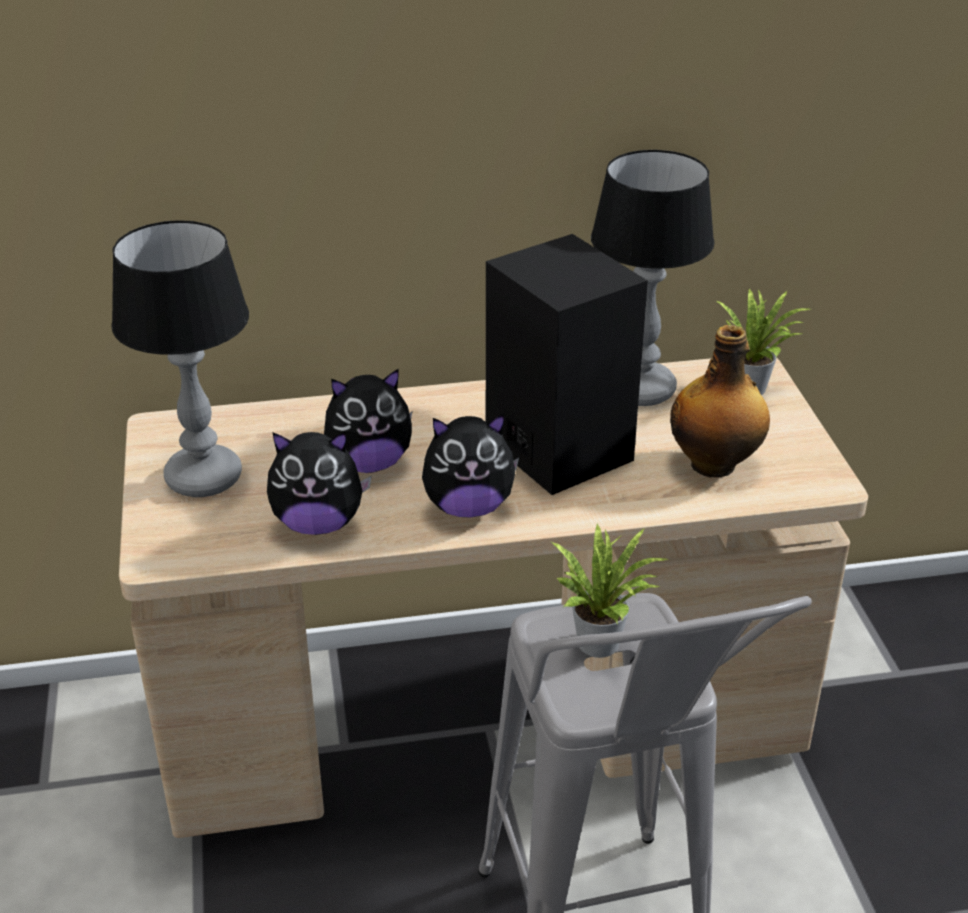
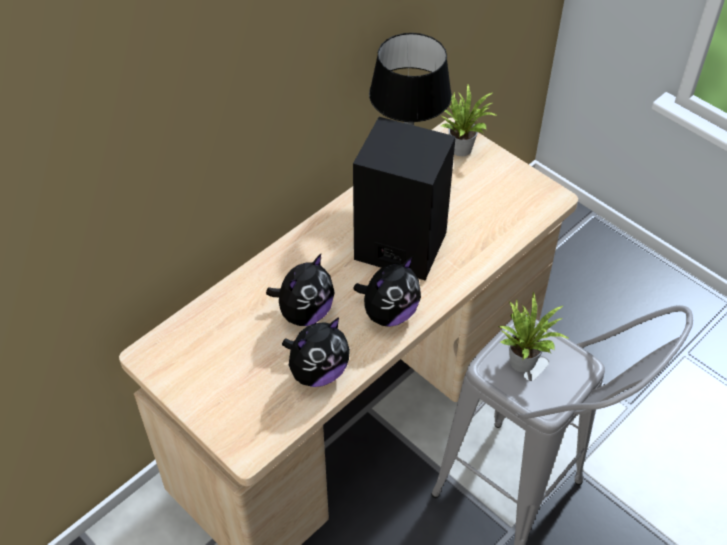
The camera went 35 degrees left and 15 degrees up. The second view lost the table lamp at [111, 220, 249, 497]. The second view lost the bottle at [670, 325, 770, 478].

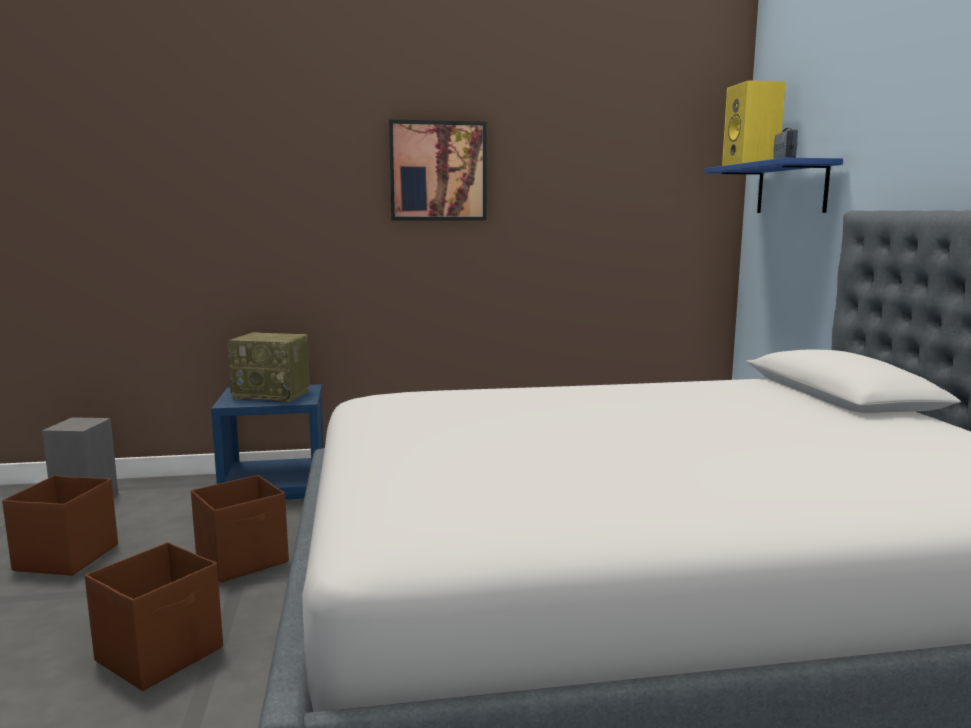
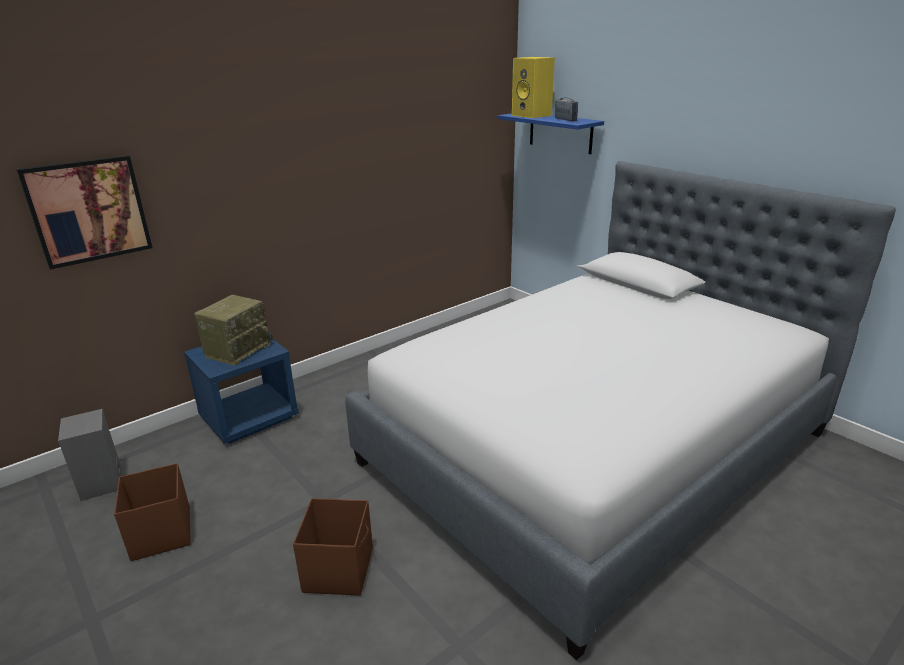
The camera went 30 degrees left and 15 degrees up. The second view lost the brown storage box at [191, 475, 289, 583]. The radio at [227, 332, 310, 402] ended up facing another way, 45 degrees counterclockwise from before. The picture ended up elsewhere, having gone from [389, 119, 487, 220] to [16, 155, 153, 270].

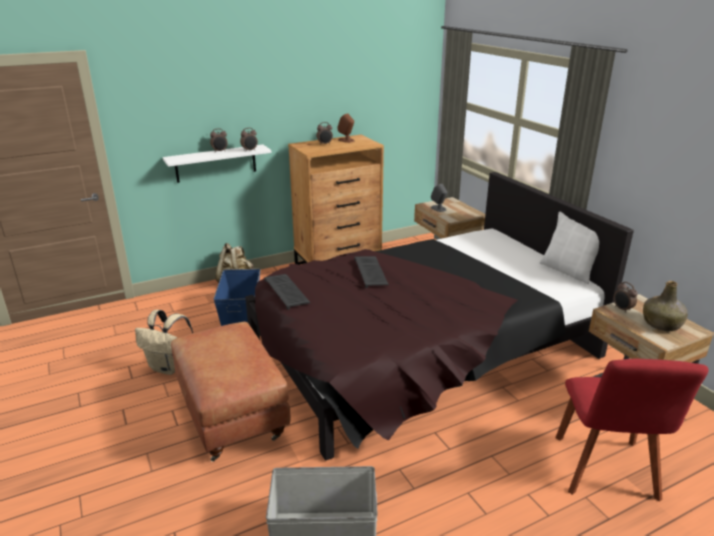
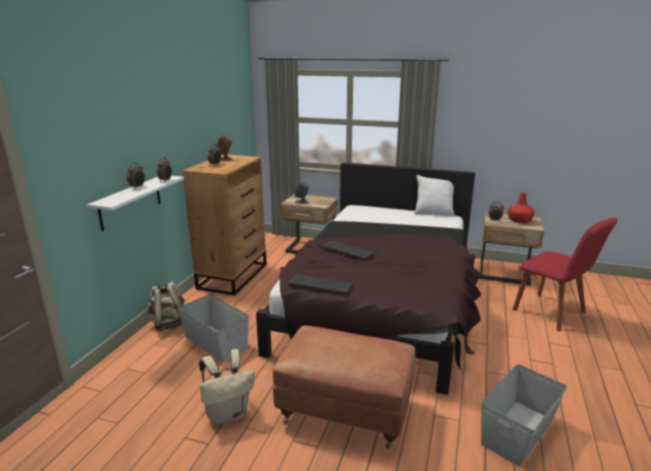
The camera went 45 degrees left and 5 degrees down. What was the blue storage box at [213, 269, 260, 326] turned into the grey storage box at [177, 294, 249, 362]. What was the green bottle at [643, 281, 688, 331] turned into the red bottle at [508, 192, 534, 223].

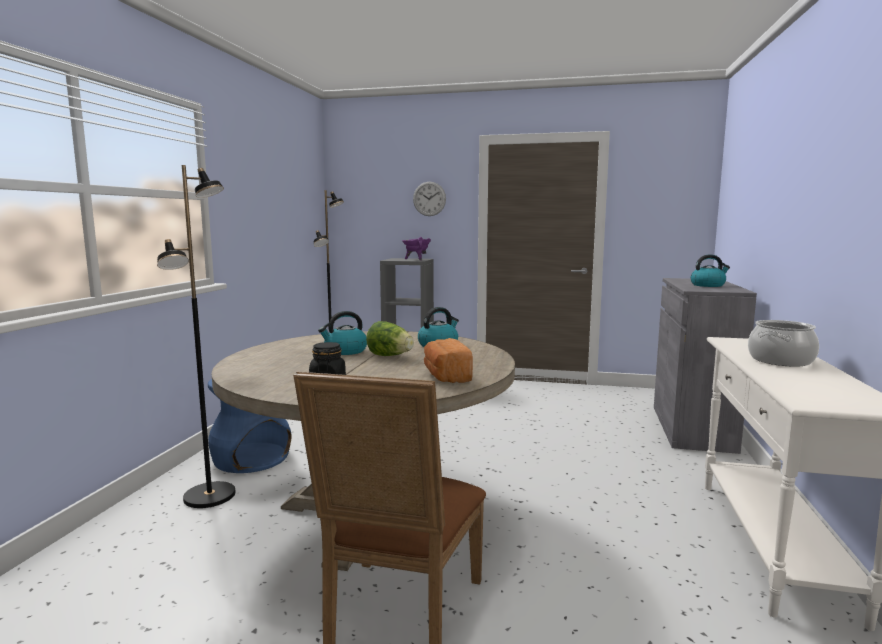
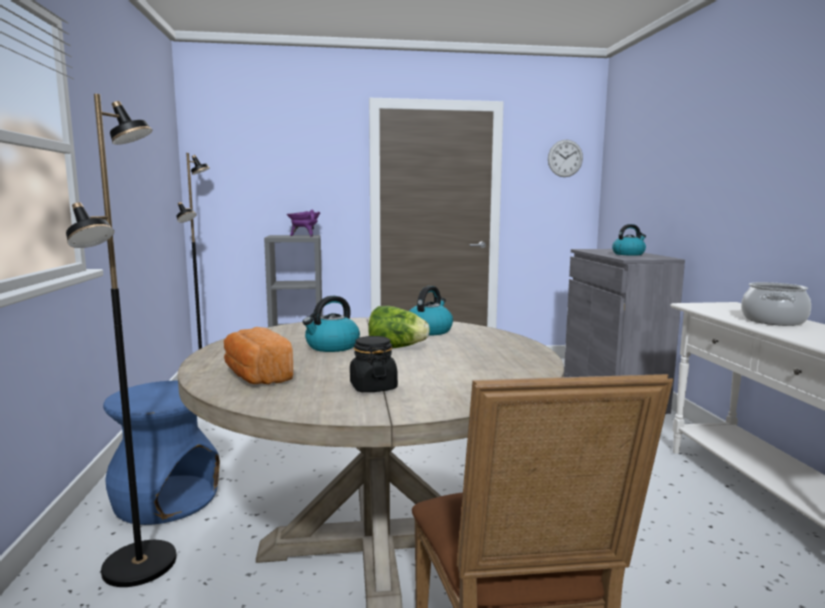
The camera went 20 degrees left and 0 degrees up. The wall clock ended up elsewhere, having gone from [413, 182, 446, 216] to [548, 140, 583, 177]. The bread ended up elsewhere, having gone from [424, 338, 473, 383] to [224, 327, 293, 384].

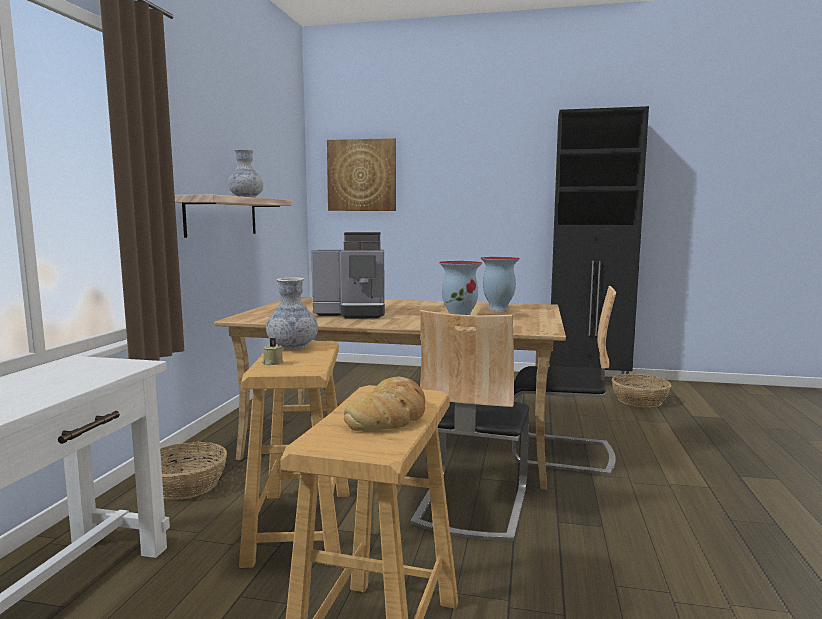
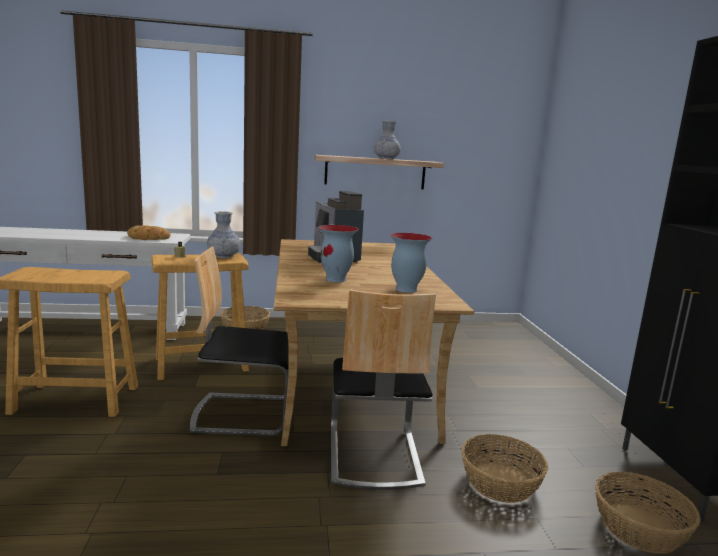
The camera went 70 degrees right and 5 degrees up. The second view lost the picture at [327, 138, 396, 211]. The bread ended up elsewhere, having gone from [344, 377, 425, 431] to [127, 225, 171, 240]. The second view gained the basket at [461, 434, 548, 503].

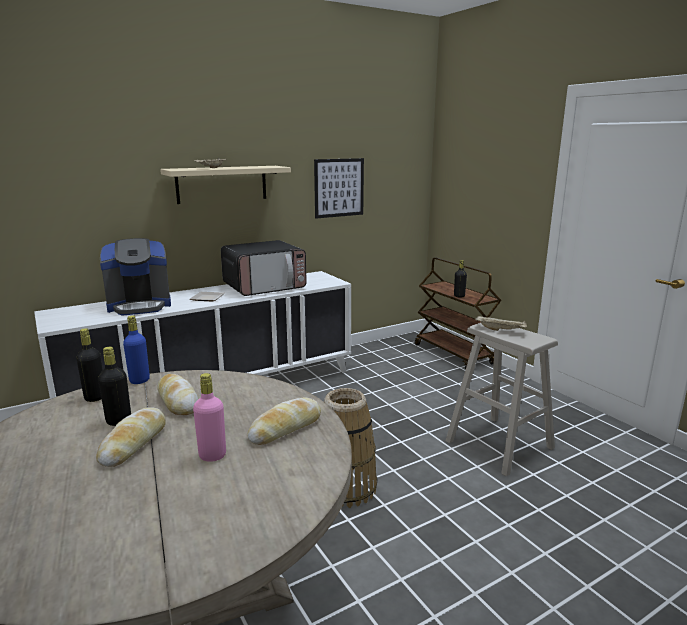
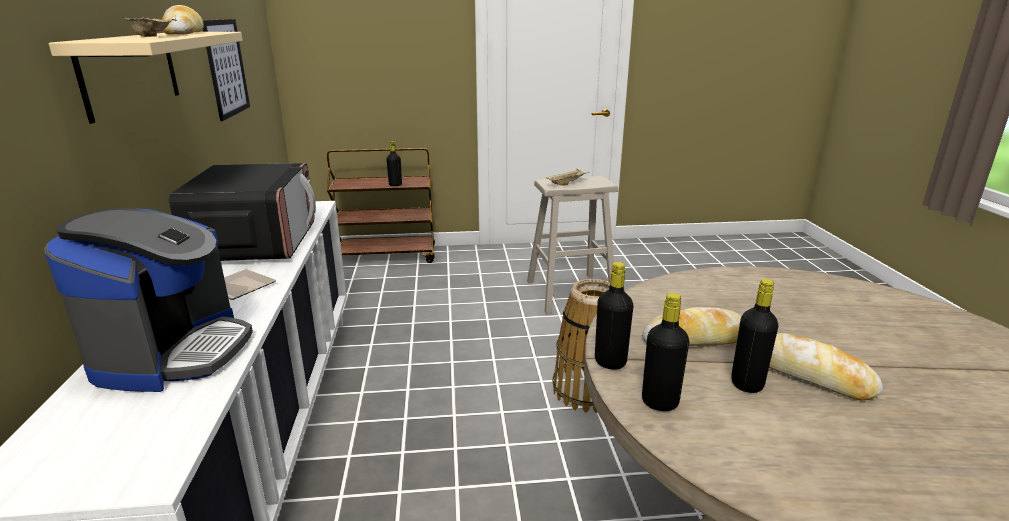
The camera went 65 degrees left and 5 degrees up. What was the blue bottle at [123, 315, 150, 384] turned into the black bottle at [595, 262, 633, 369]. The second view lost the pink bottle at [193, 373, 226, 462]. The bread ended up elsewhere, having gone from [247, 397, 321, 445] to [162, 5, 204, 35].

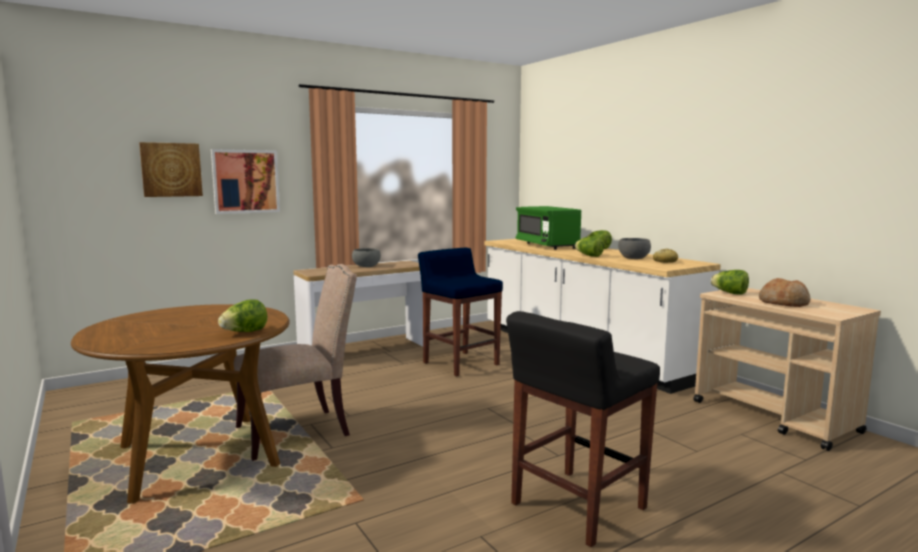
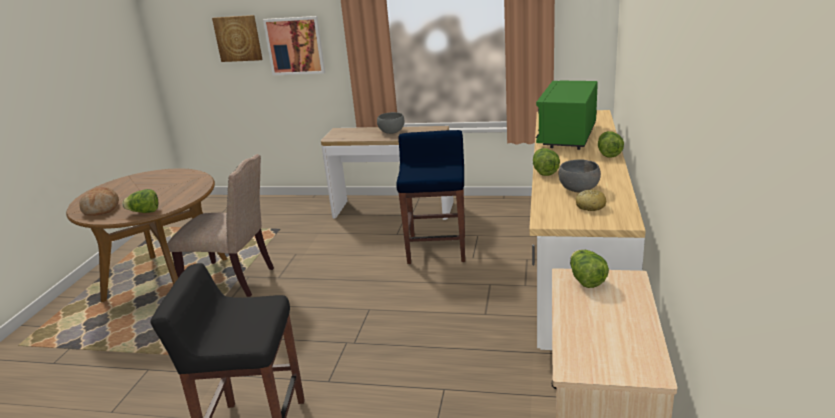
The camera went 45 degrees right and 15 degrees up. The bread ended up elsewhere, having gone from [759, 278, 811, 307] to [79, 187, 119, 216].

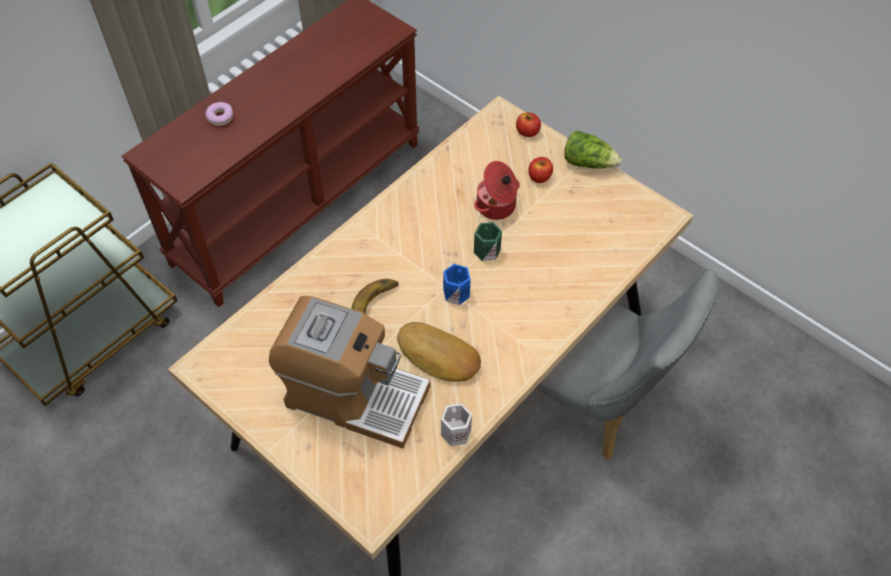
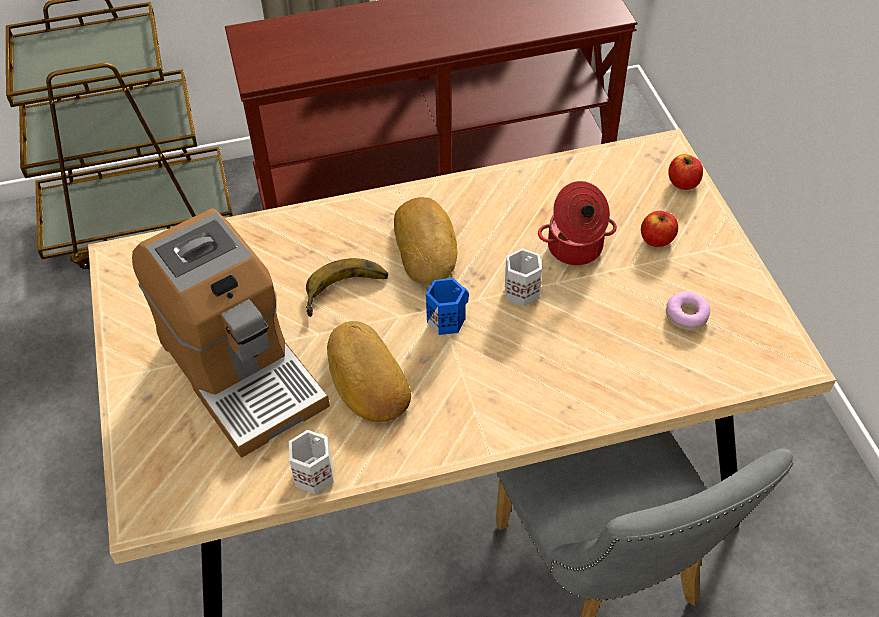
The camera went 35 degrees right and 5 degrees down. The donut ended up elsewhere, having gone from [205, 102, 233, 126] to [666, 291, 710, 331]. What was the green mug at [474, 222, 502, 261] turned into the white mug at [505, 248, 542, 306]. The second view lost the lettuce at [564, 130, 622, 169]. The second view gained the bread at [394, 197, 457, 286].

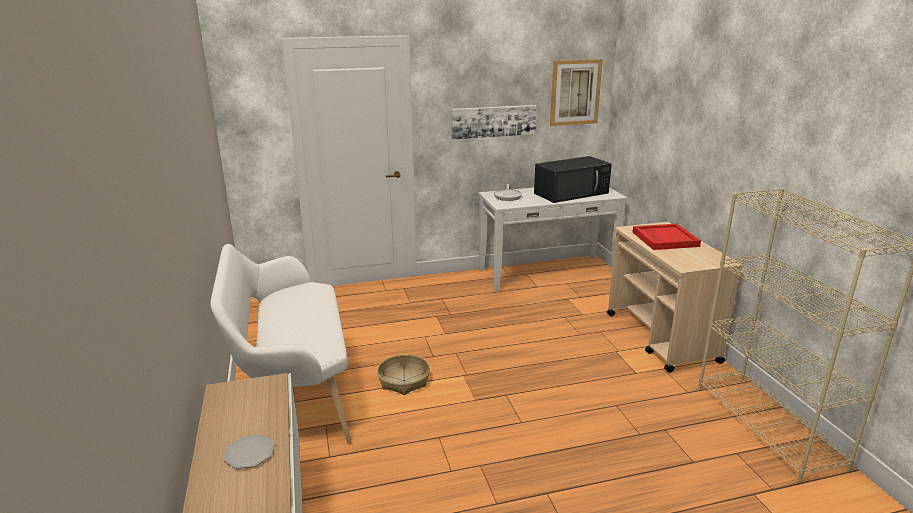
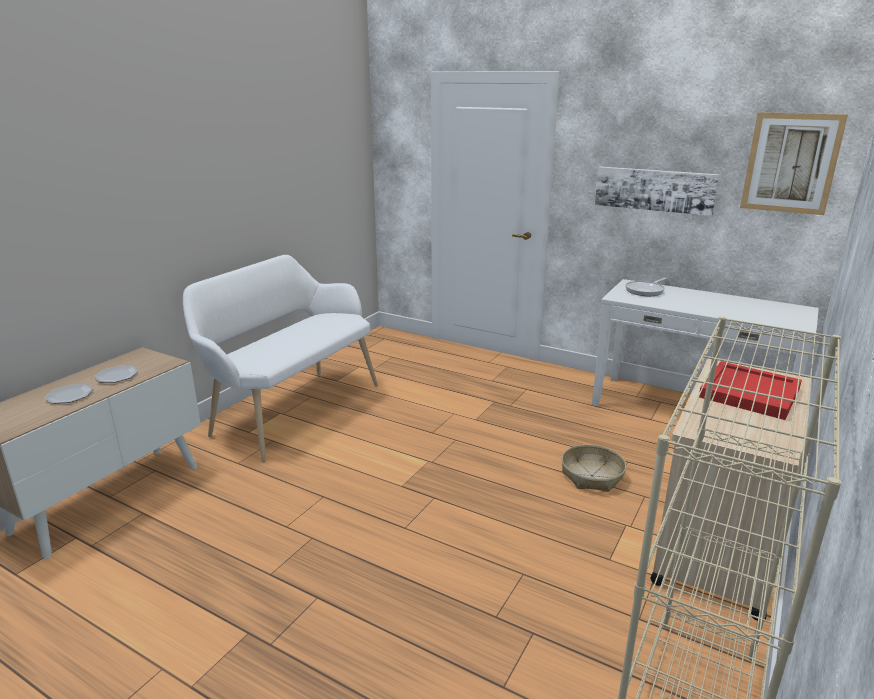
The camera went 45 degrees right and 0 degrees up. The basket ended up elsewhere, having gone from [377, 355, 430, 395] to [562, 445, 626, 492]. The second view lost the black microwave at [534, 156, 612, 203]. The second view gained the plate at [94, 366, 139, 383].

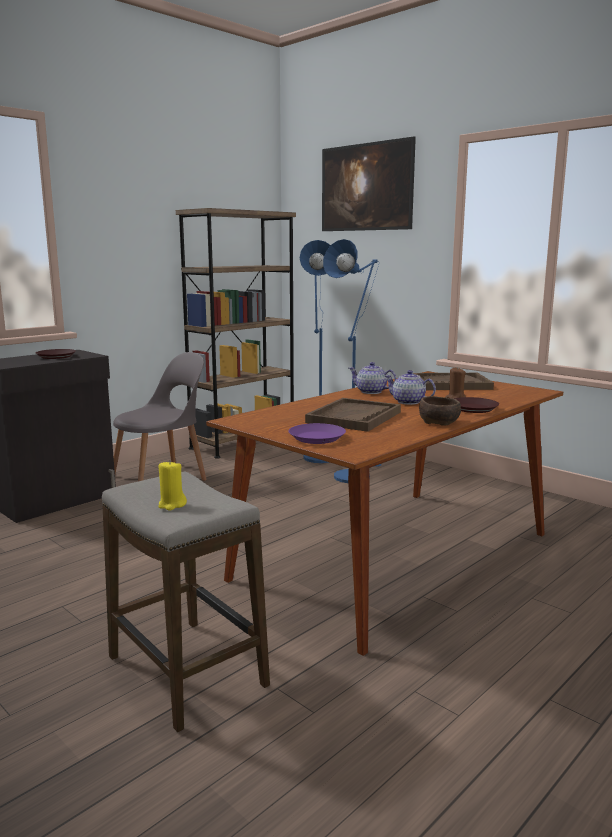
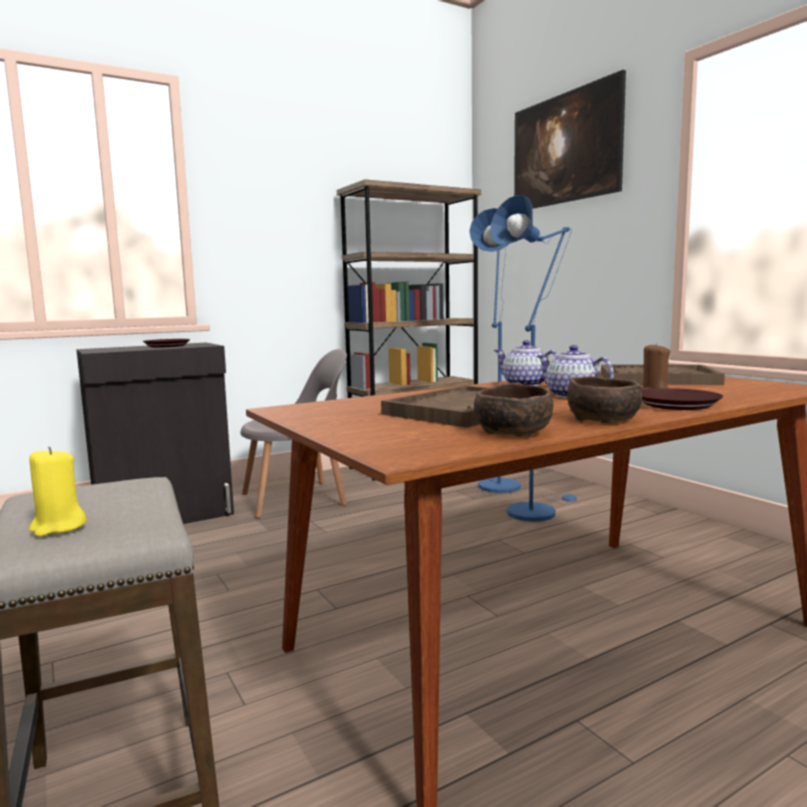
The camera went 15 degrees right and 5 degrees down. The second view lost the purple plate at [288, 423, 346, 444]. The second view gained the brown bowl at [474, 383, 554, 436].

